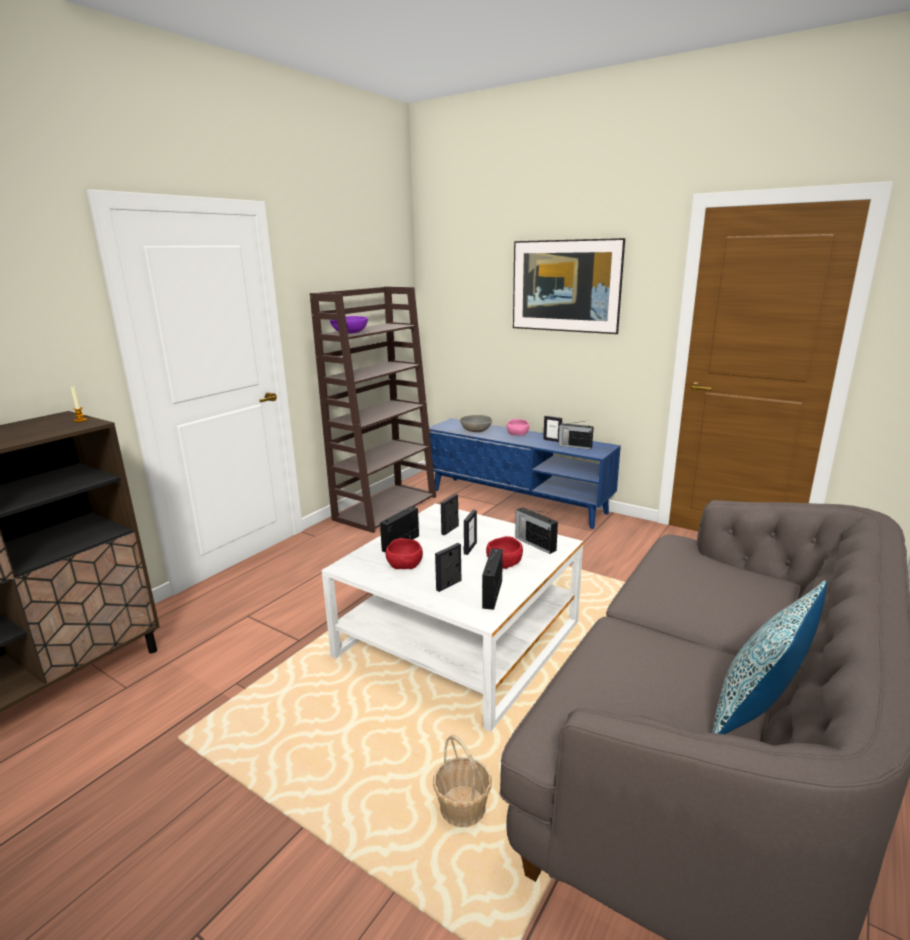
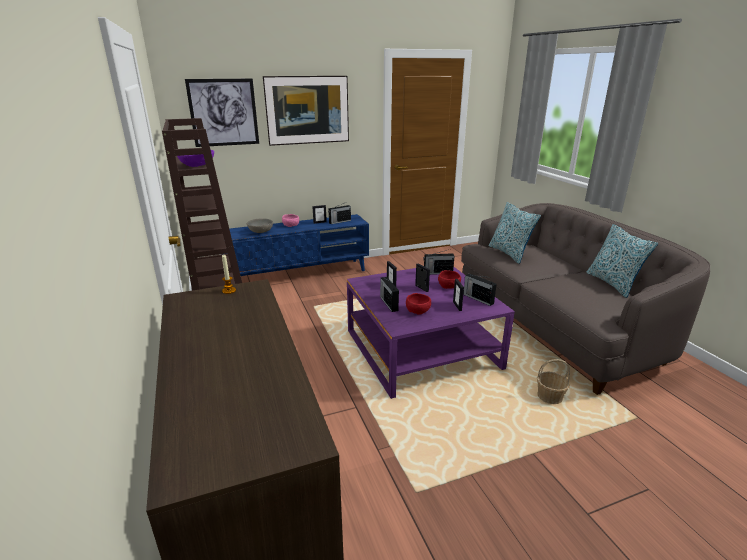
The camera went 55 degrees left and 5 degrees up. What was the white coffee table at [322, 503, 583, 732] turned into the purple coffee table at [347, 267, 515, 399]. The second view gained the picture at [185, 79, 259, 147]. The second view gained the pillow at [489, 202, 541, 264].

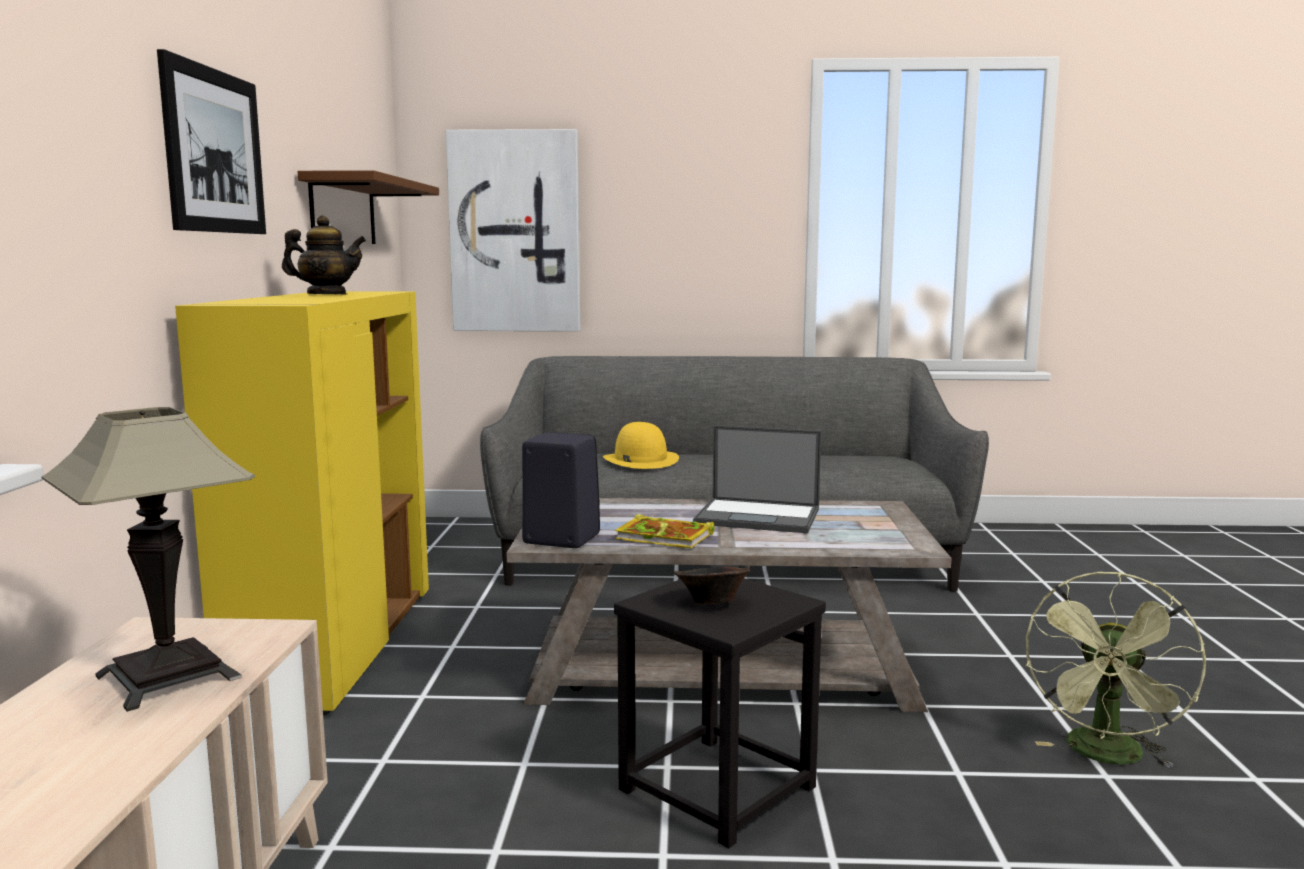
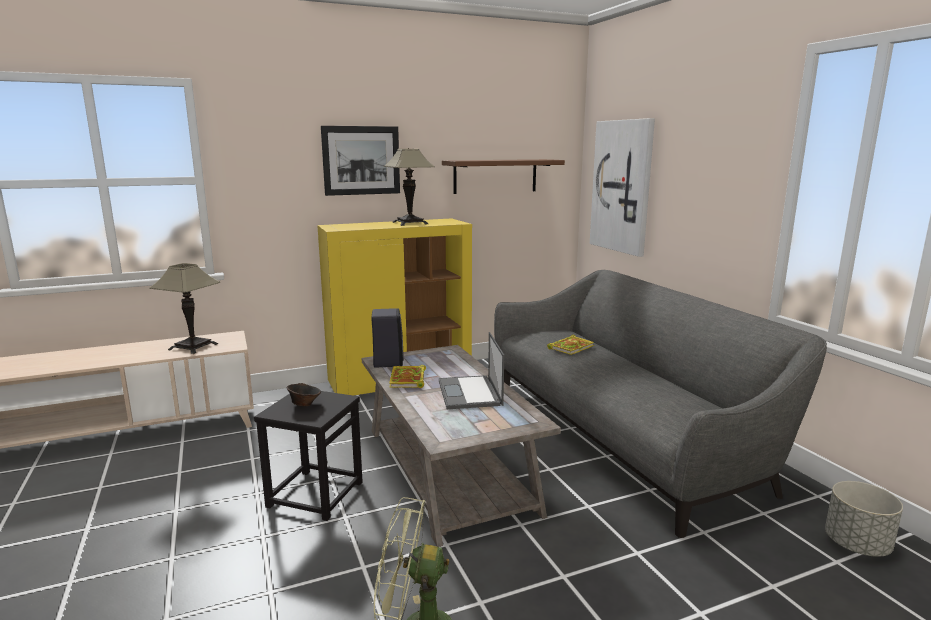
The camera went 65 degrees right and 5 degrees up. Where the teapot stood at [282, 215, 366, 294], the table lamp came to stand at [383, 148, 435, 226]. Where the yellow hat stood at [603, 422, 679, 469], the book came to stand at [547, 335, 594, 355]. The second view gained the grey planter at [825, 481, 903, 557].

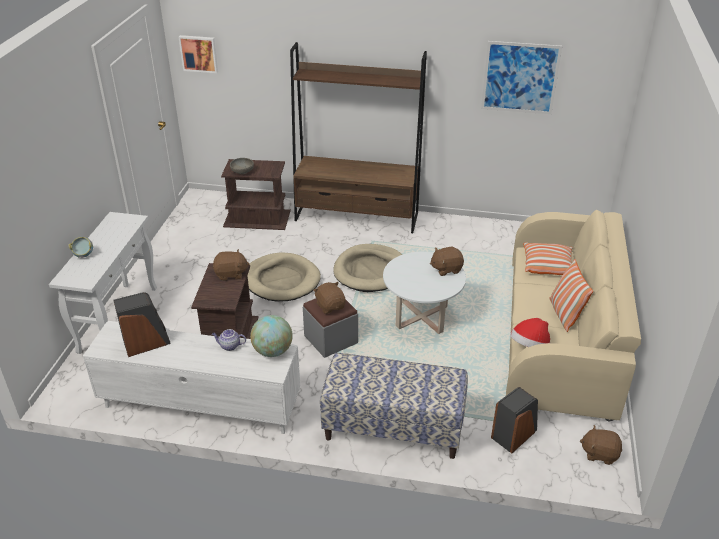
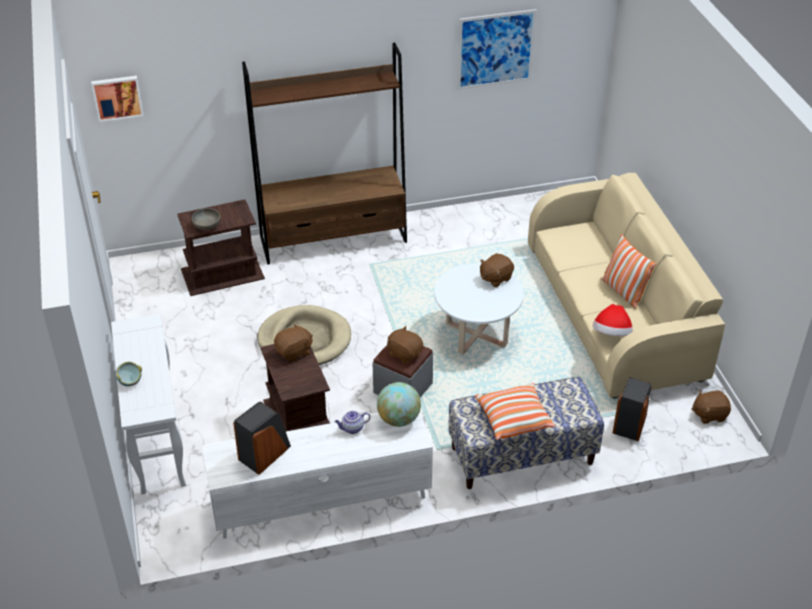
The camera went 25 degrees left and 5 degrees up. The second view lost the beige dog bed at [333, 244, 402, 292]. The pillow ended up elsewhere, having gone from [523, 242, 573, 275] to [475, 383, 555, 440].

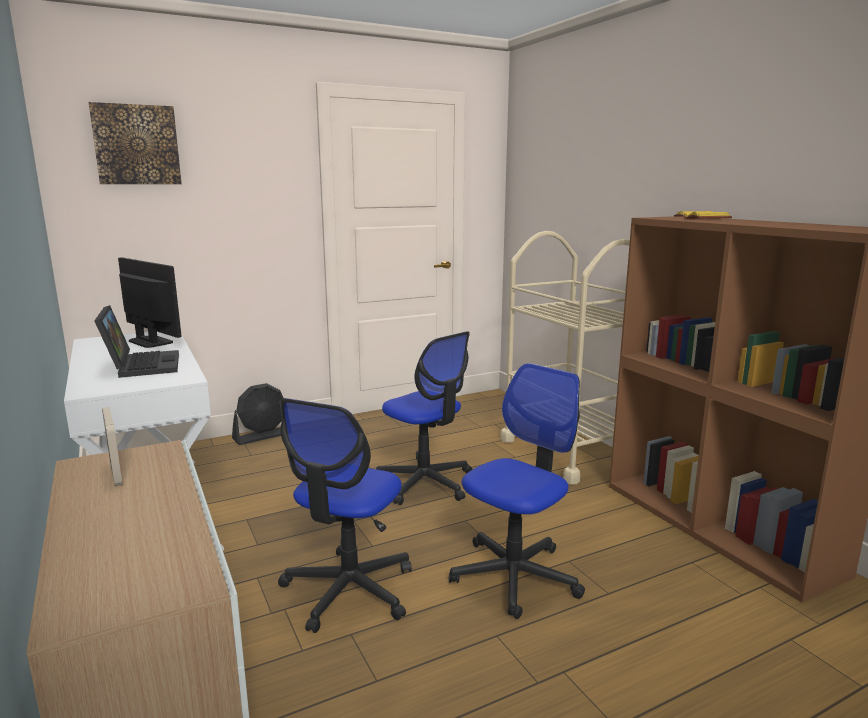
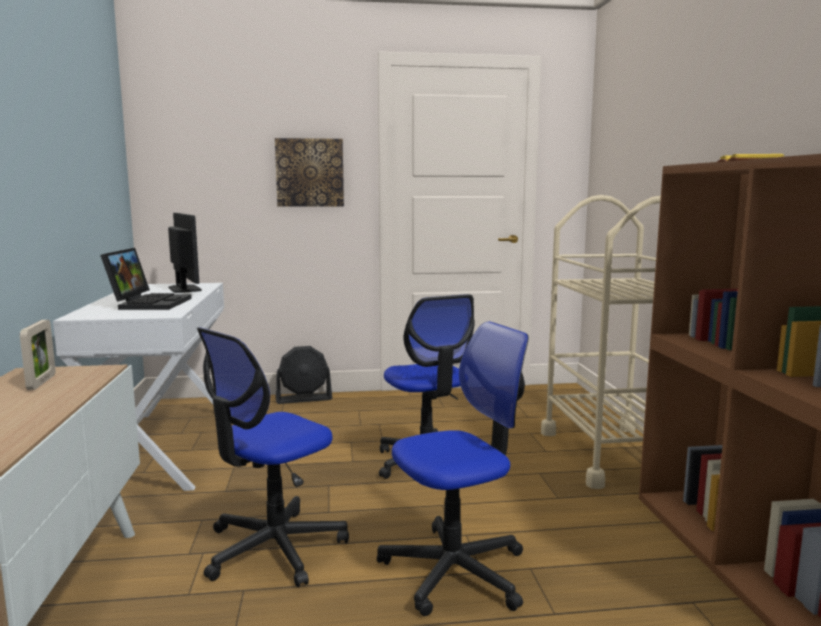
The camera went 20 degrees right and 5 degrees down. The picture ended up elsewhere, having gone from [89, 102, 182, 184] to [275, 138, 344, 207].

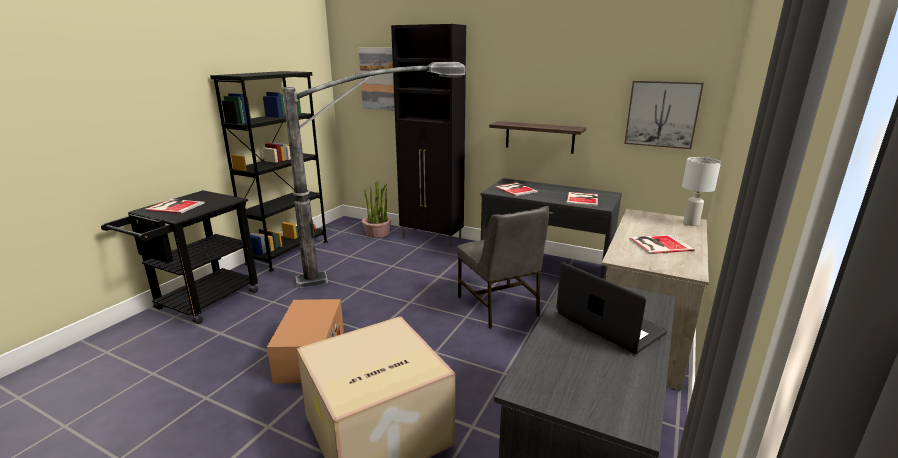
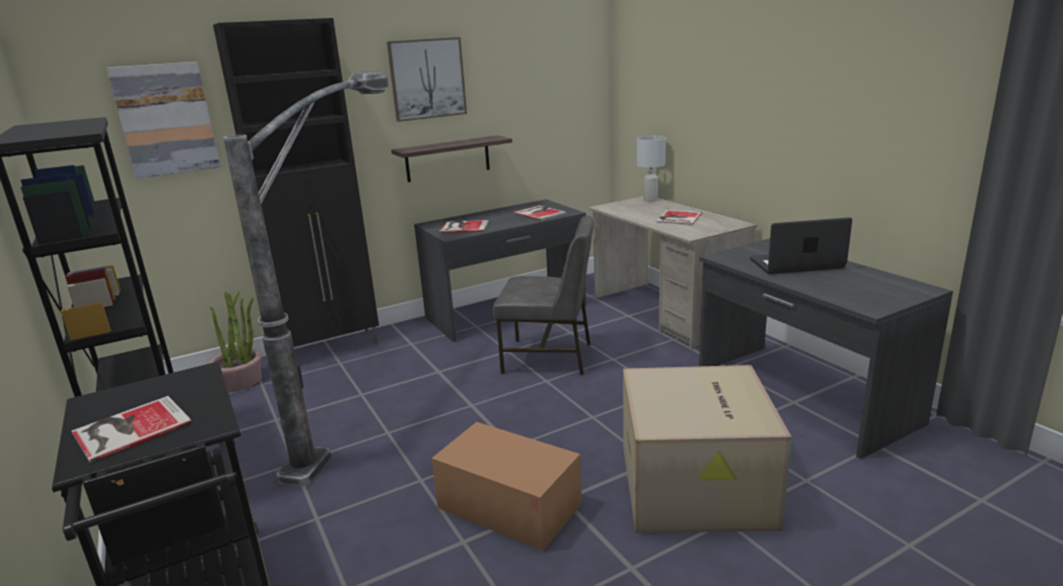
The camera went 55 degrees left and 0 degrees up. The picture ended up elsewhere, having gone from [624, 80, 704, 149] to [387, 37, 467, 122].

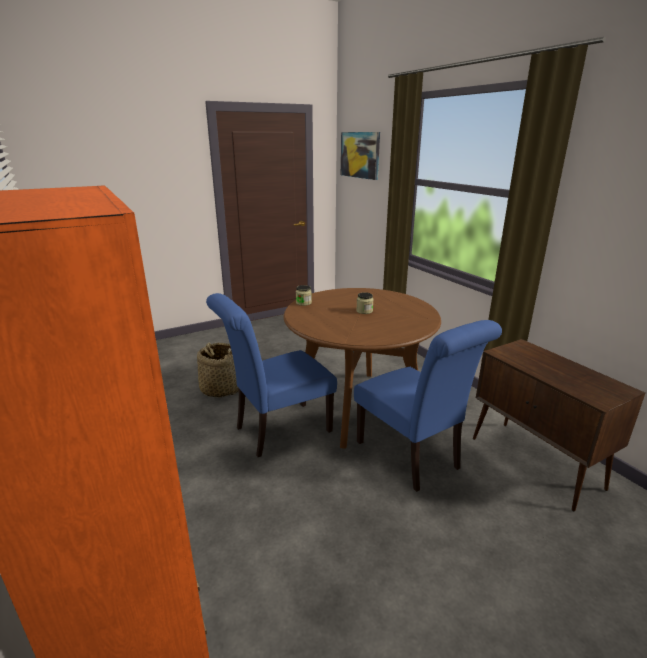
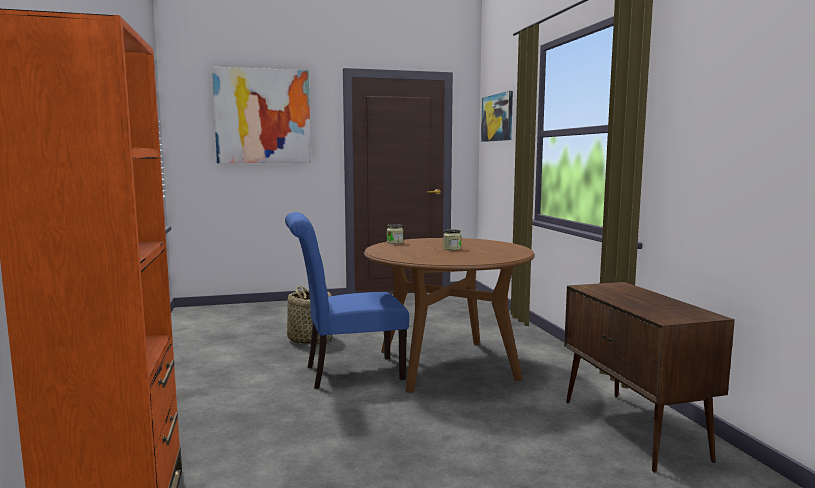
The camera went 15 degrees right and 15 degrees down. The second view lost the blue chair at [354, 320, 502, 492]. The second view gained the picture at [212, 67, 311, 163].

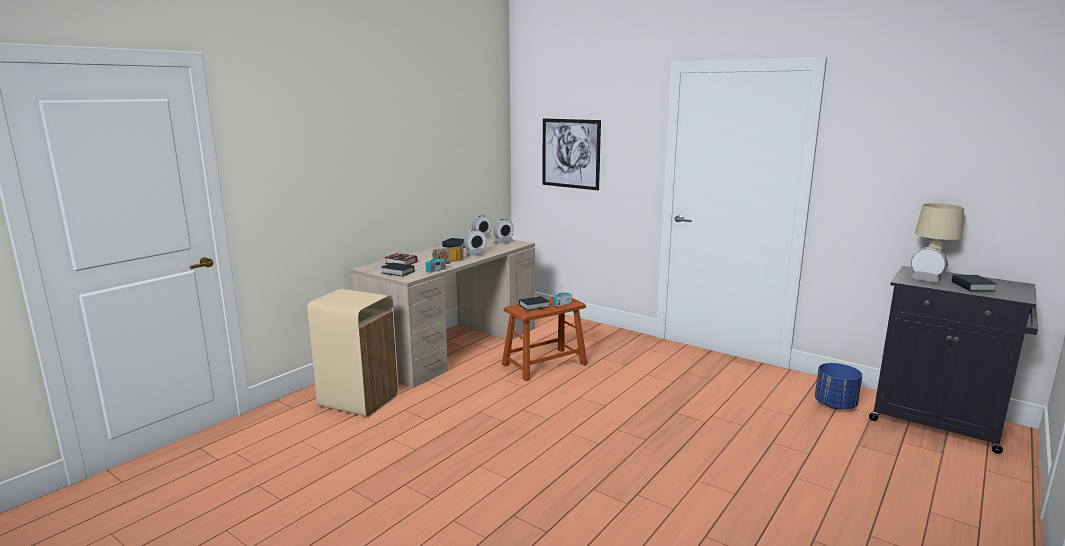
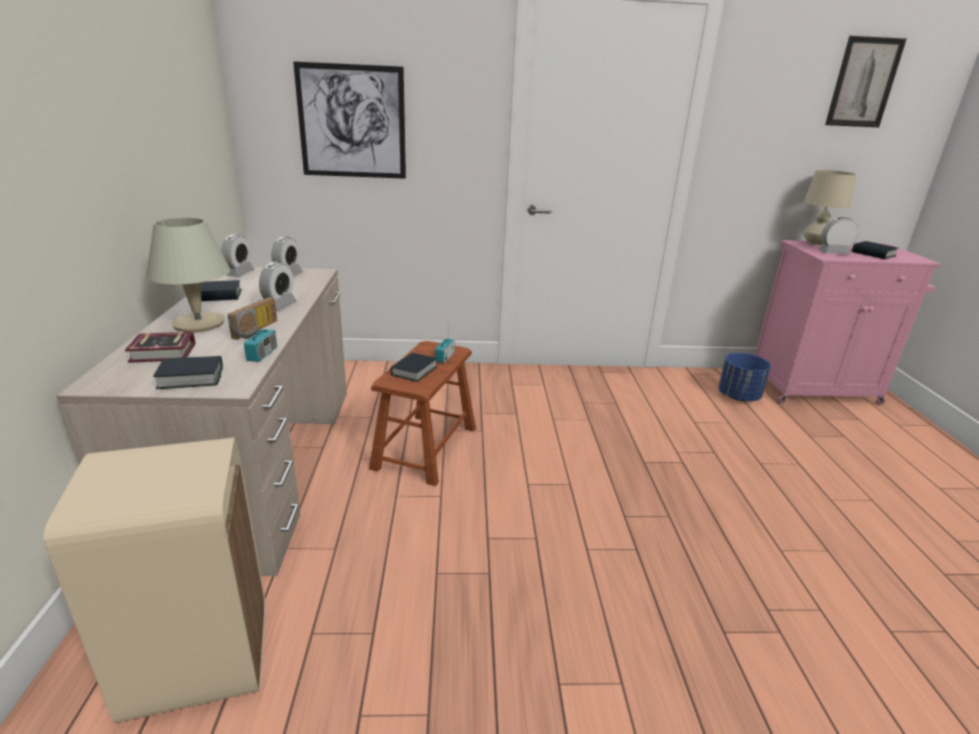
The camera went 40 degrees left and 10 degrees up. What was the black cabinet at [869, 266, 1038, 454] turned into the pink cabinet at [755, 240, 941, 405]. The second view gained the beige table lamp at [146, 217, 230, 333]. The second view gained the picture at [825, 36, 906, 127].

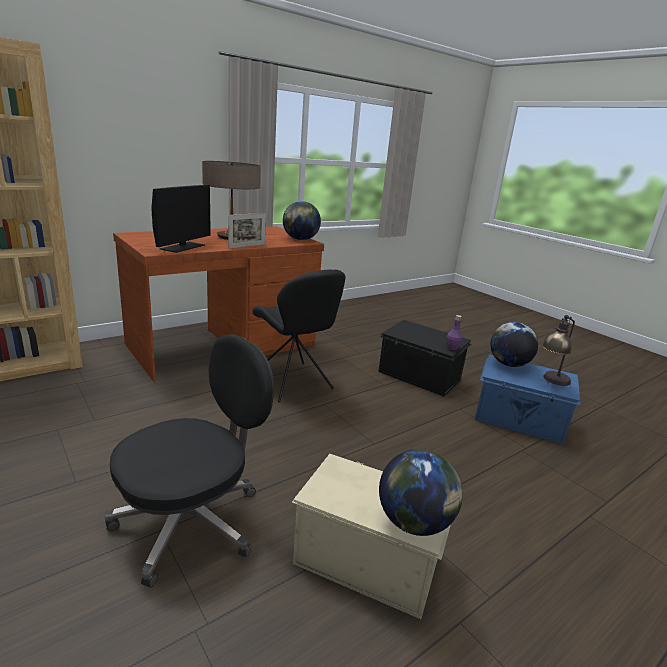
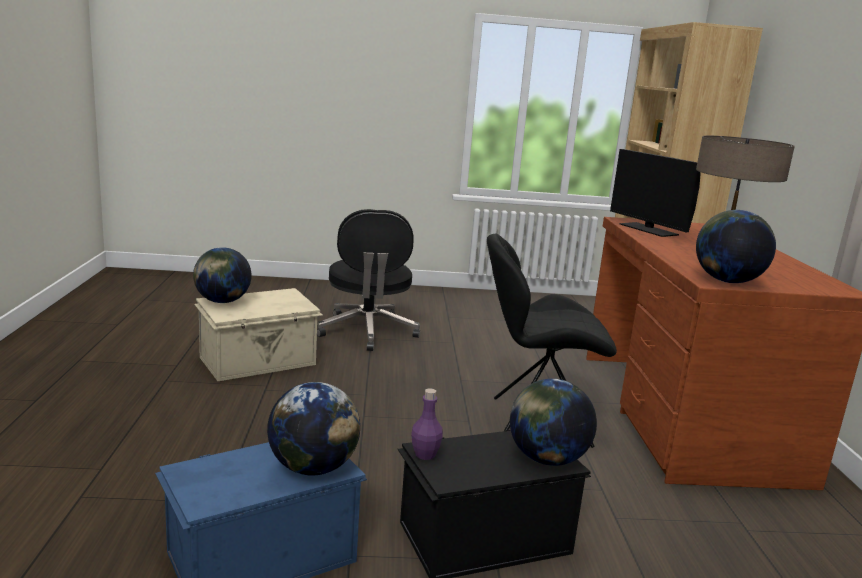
The camera went 125 degrees right and 5 degrees down. The second view lost the picture frame at [228, 213, 266, 249]. The second view lost the table lamp at [542, 315, 575, 386]. The second view gained the globe at [510, 379, 597, 466].

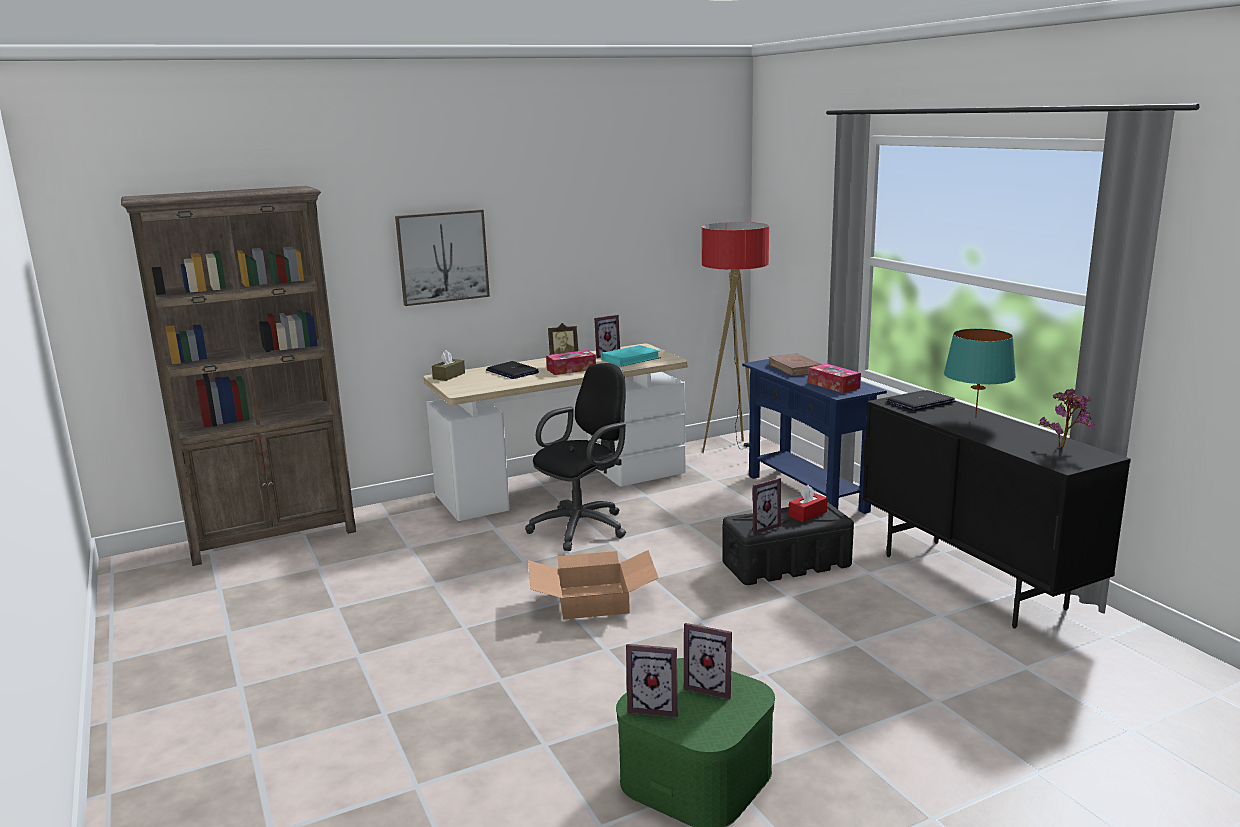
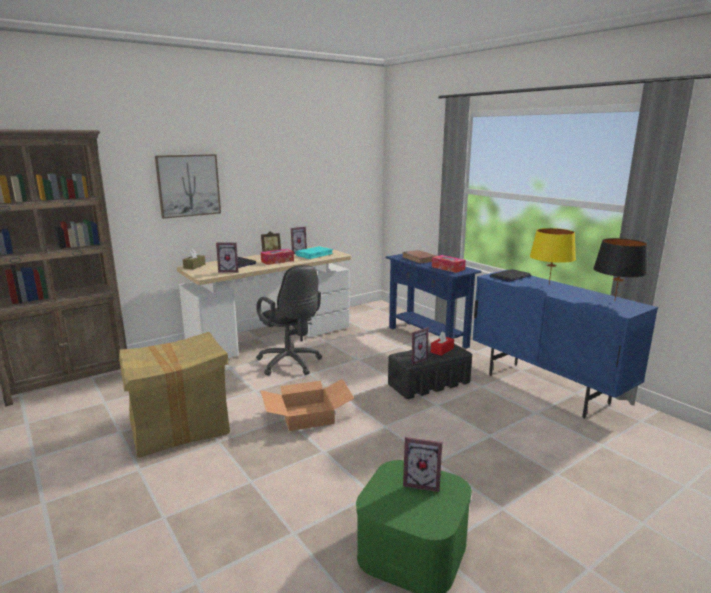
The camera went 10 degrees left and 0 degrees up. The black office chair at [525, 363, 626, 551] ended up facing another way, 105 degrees clockwise from before. The picture frame ended up elsewhere, having gone from [626, 644, 677, 717] to [216, 242, 238, 273]. The second view lost the floor lamp at [702, 222, 769, 453]. What was the black cabinet at [862, 390, 1131, 628] turned into the blue cabinet at [472, 270, 658, 419]. What was the turquoise table lamp at [944, 328, 1016, 418] turned into the yellow table lamp at [530, 228, 576, 285]. Where the potted plant stood at [1039, 389, 1095, 447], the black table lamp came to stand at [593, 238, 647, 301]. The second view gained the cardboard box at [119, 332, 230, 458].

